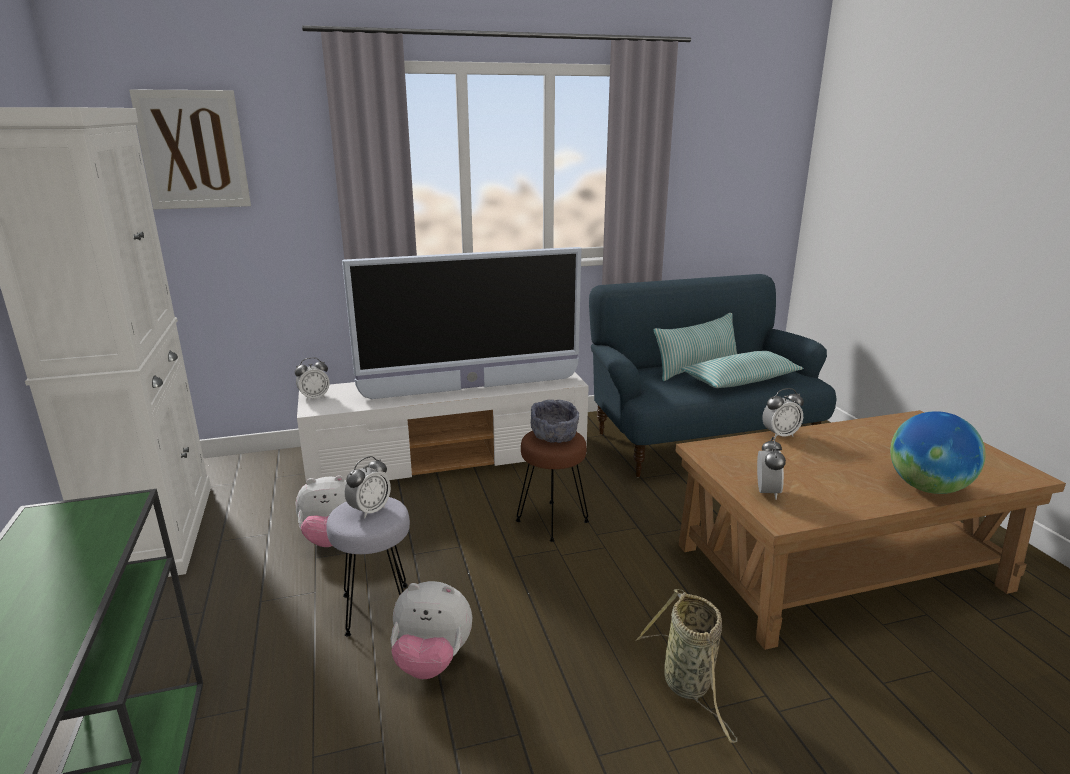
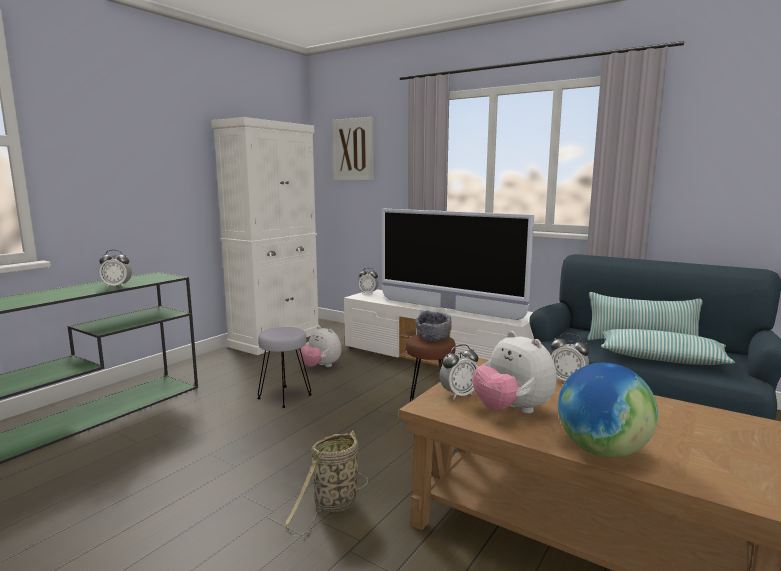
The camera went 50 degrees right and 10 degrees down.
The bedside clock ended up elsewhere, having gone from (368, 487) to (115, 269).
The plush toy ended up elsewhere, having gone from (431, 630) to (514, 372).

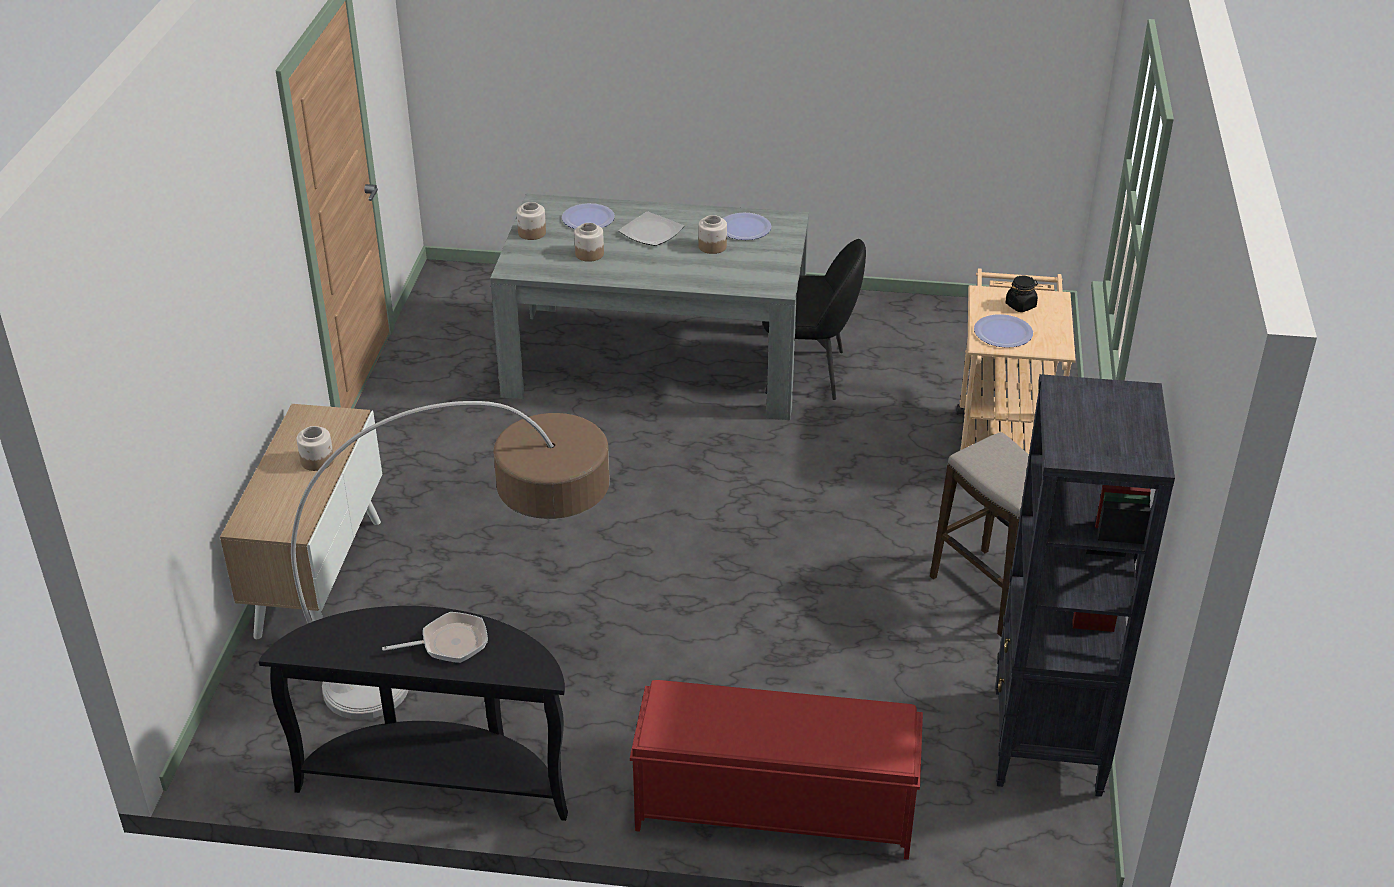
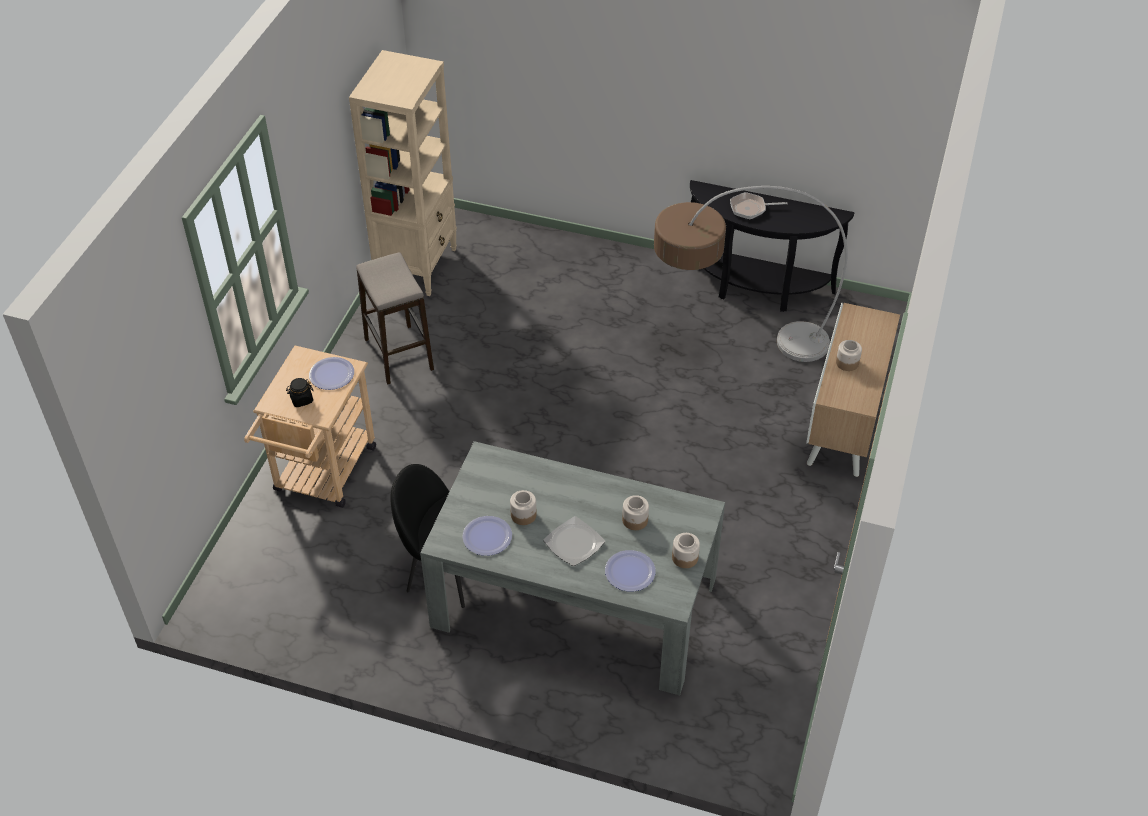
The camera went 170 degrees left and 10 degrees up.
What was the bookshelf (black) at (1085, 585) turned into the bookshelf (beige-coloured) at (403, 173).
The second view lost the bench (red) at (776, 770).

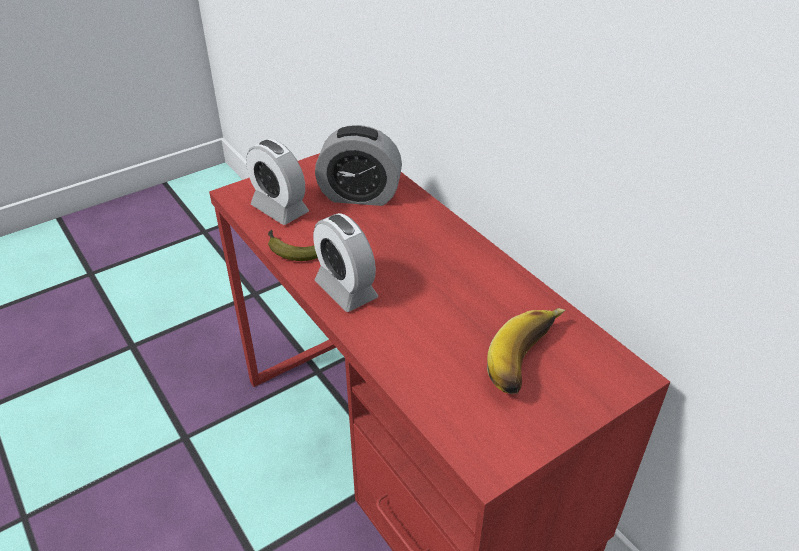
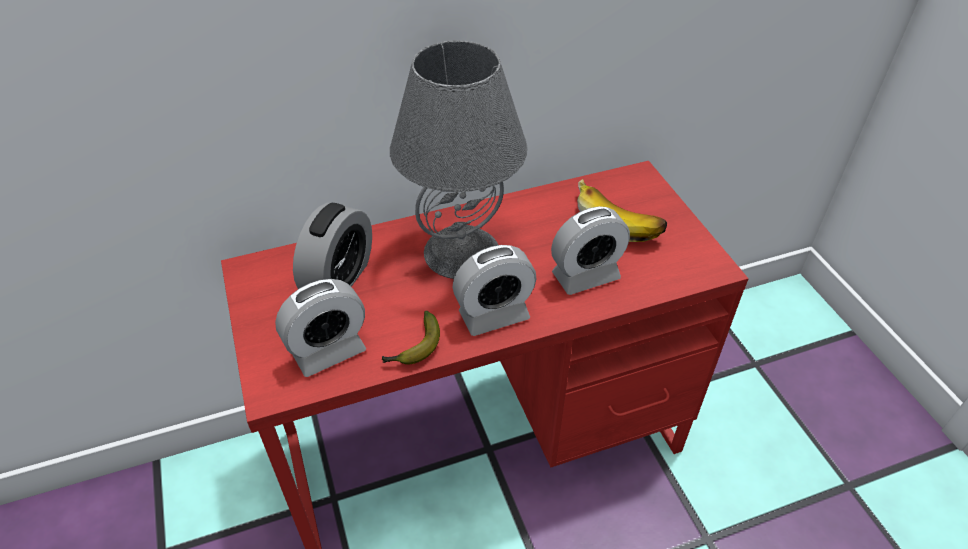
The camera went 75 degrees left and 5 degrees up.
The second view gained the table lamp (grey) at (459, 159).
The second view gained the bedside clock at (590, 250).

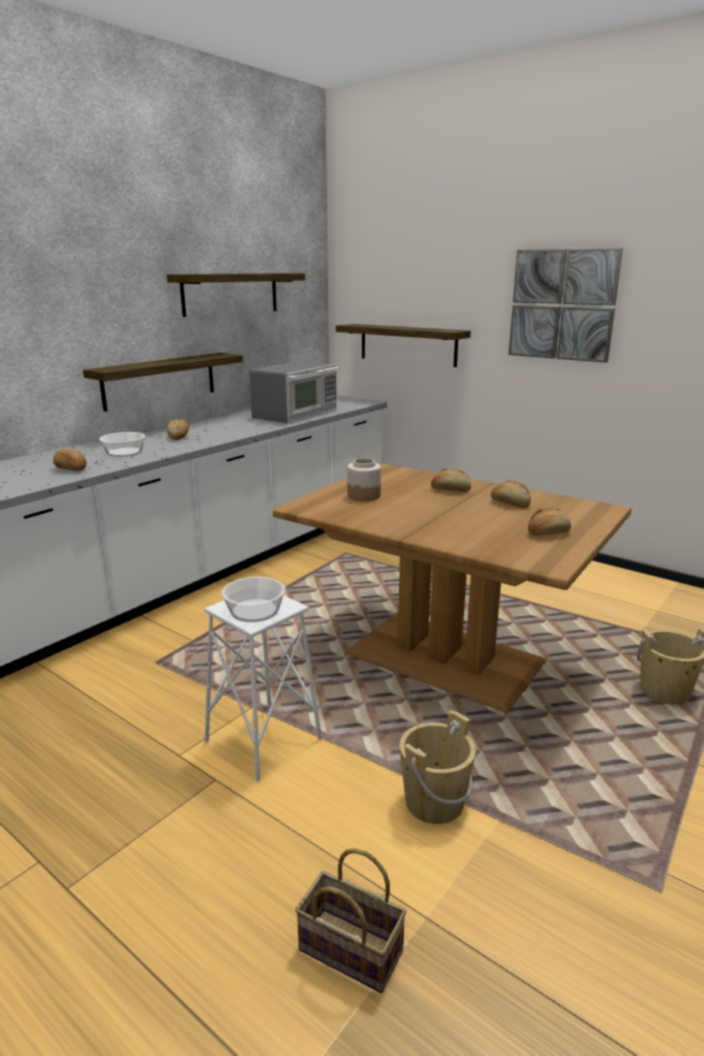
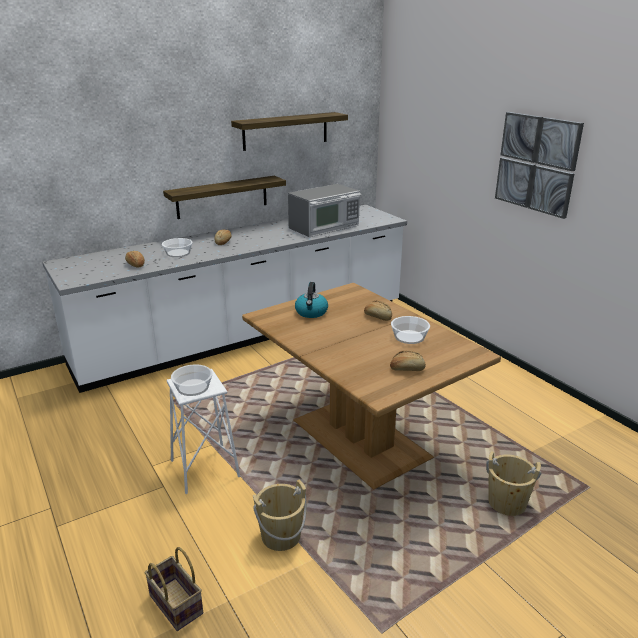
The camera went 20 degrees right and 5 degrees up.
The second view lost the shelf at (403, 345).
Where the storage jar stood at (364, 479), the tea kettle came to stand at (311, 300).
Where the bread stood at (511, 494), the bowl came to stand at (410, 330).

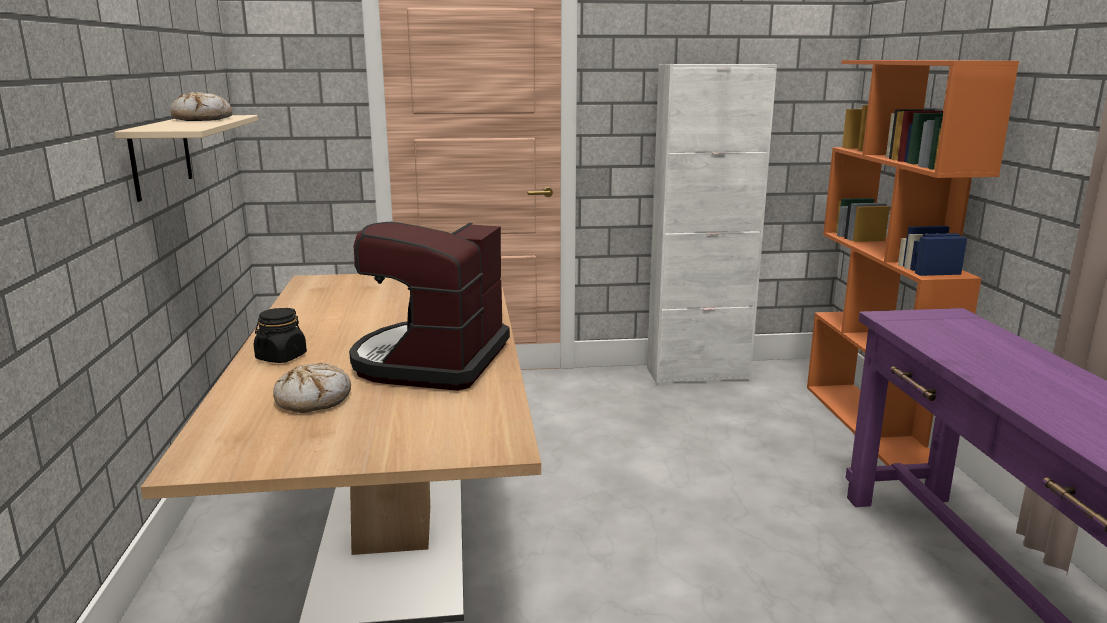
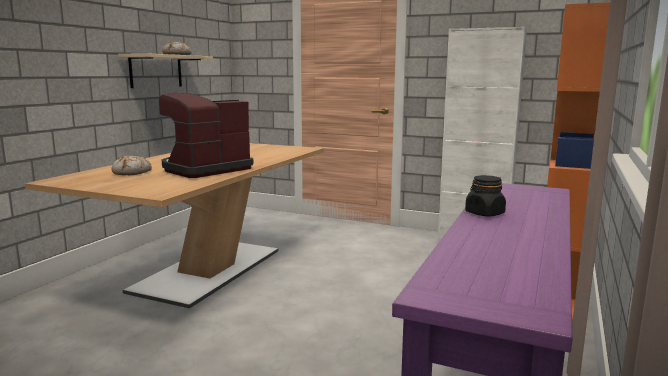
The camera went 30 degrees right and 5 degrees down.
The storage jar (black) ended up elsewhere, having gone from (280, 335) to (485, 196).

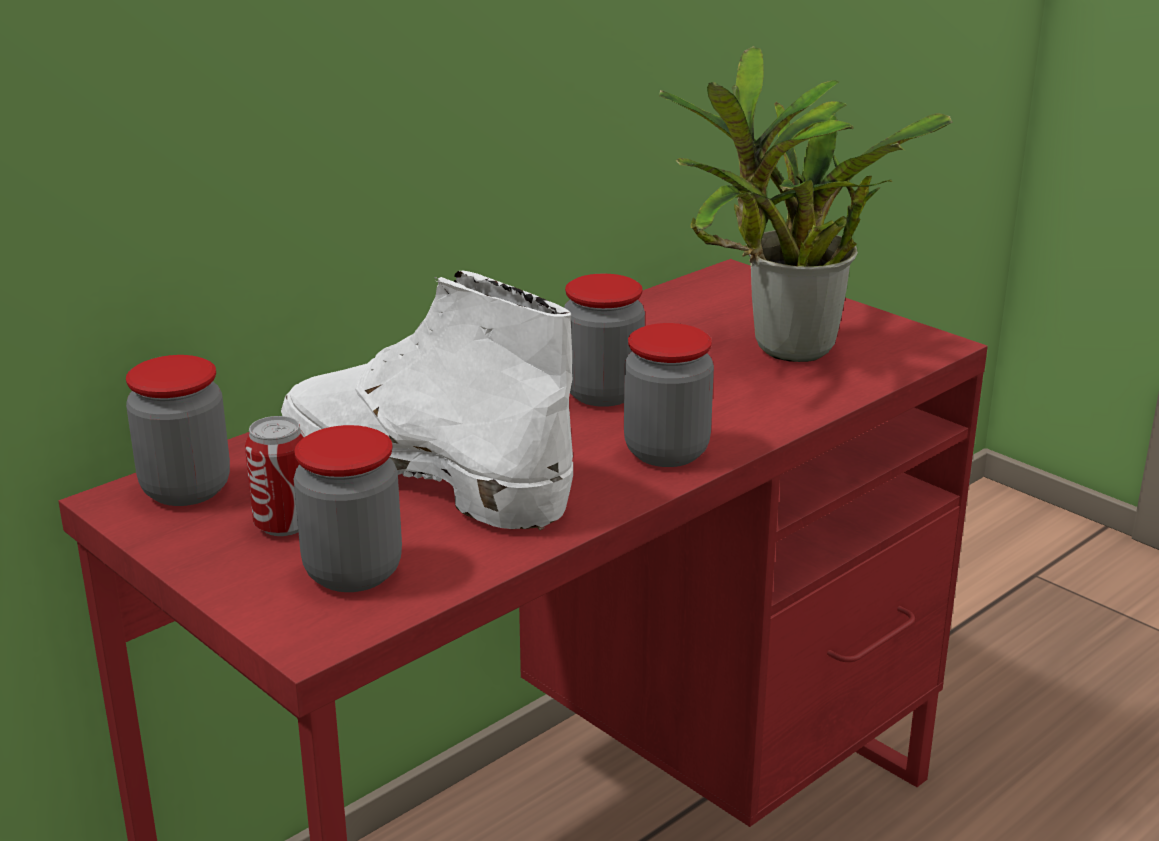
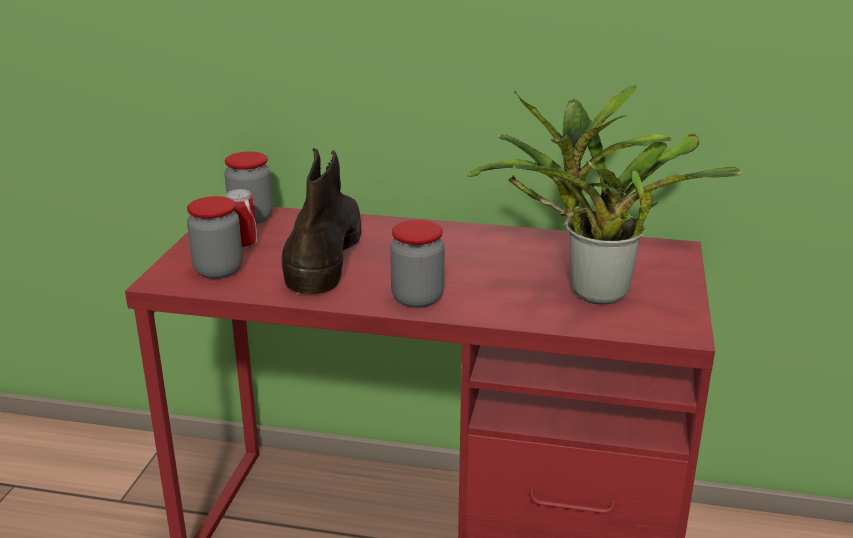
The camera went 55 degrees right and 0 degrees up.
What was the tall boot (white-coloured) at (427, 400) turned into the tall boot (brown-coloured) at (321, 221).
The second view lost the storage jar at (604, 340).

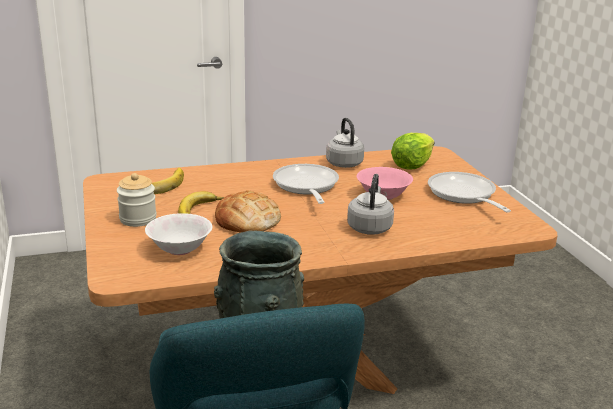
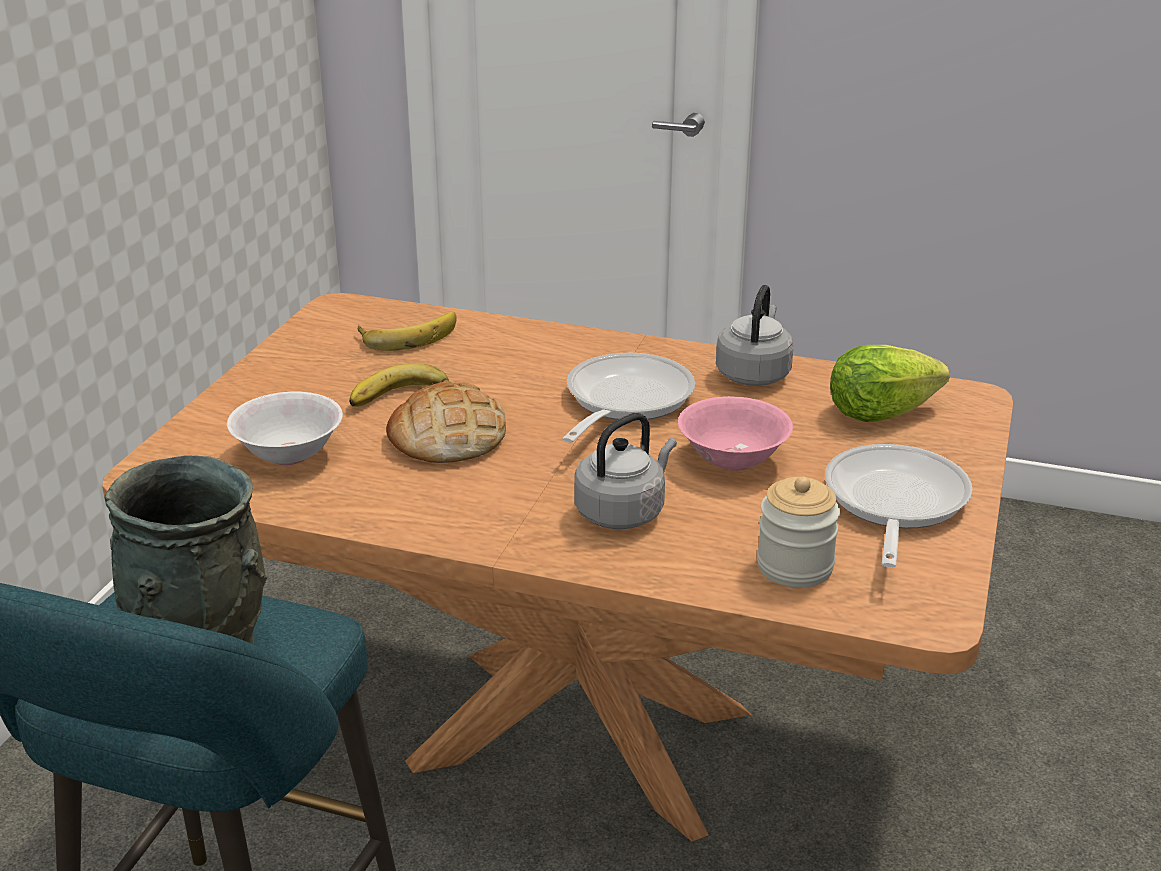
The camera went 35 degrees right and 5 degrees up.
The storage jar ended up elsewhere, having gone from (137, 200) to (798, 532).

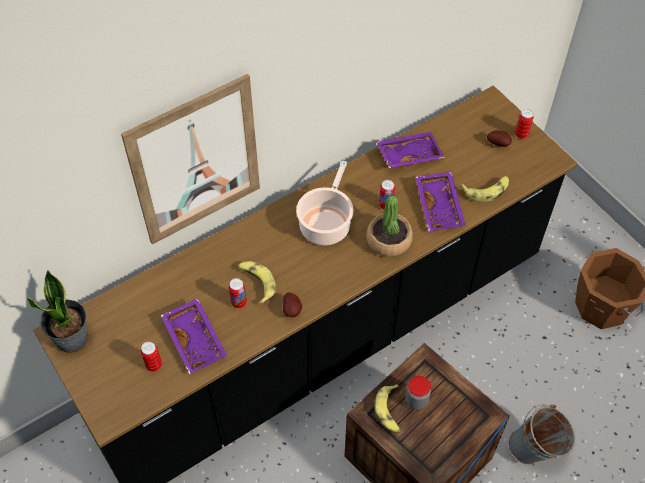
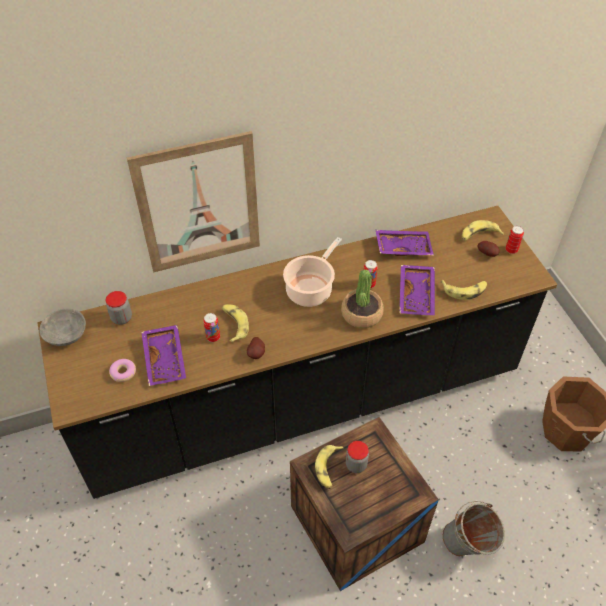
The camera went 15 degrees right and 5 degrees down.
Where the potted plant stood at (57, 311), the bowl (grey) came to stand at (62, 327).
Where the metal can stood at (151, 357), the ring doughnut came to stand at (122, 370).
The second view gained the banana at (483, 230).
The second view gained the storage jar at (119, 308).

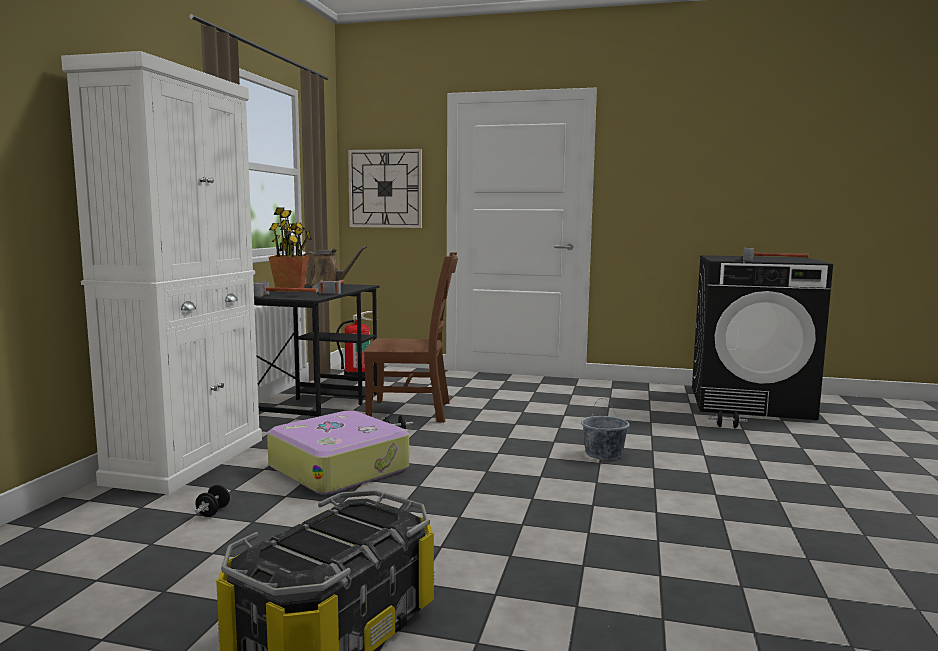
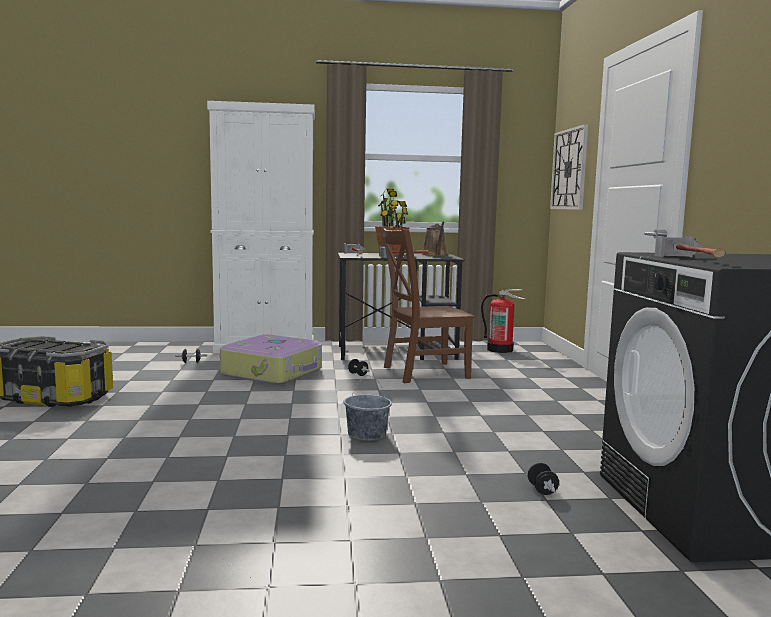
The camera went 70 degrees right and 0 degrees up.
The plain chair (brown-coloured) at (411, 337) ended up facing another way, 90 degrees clockwise from before.

